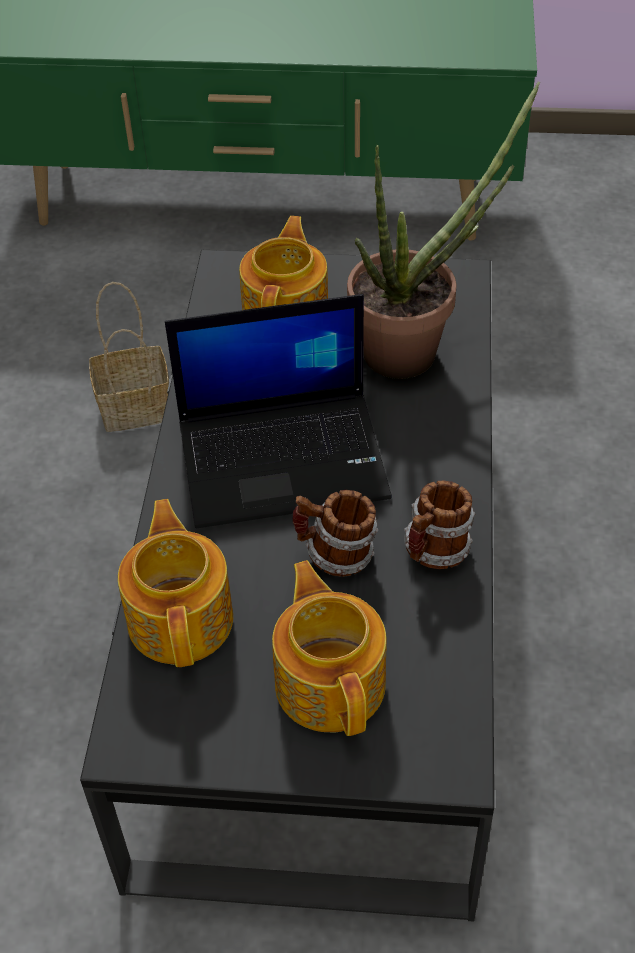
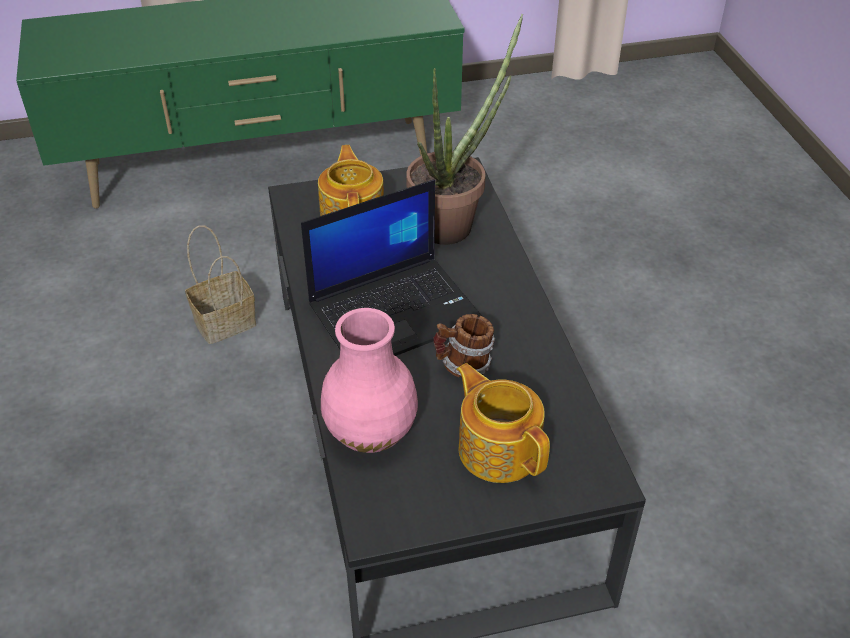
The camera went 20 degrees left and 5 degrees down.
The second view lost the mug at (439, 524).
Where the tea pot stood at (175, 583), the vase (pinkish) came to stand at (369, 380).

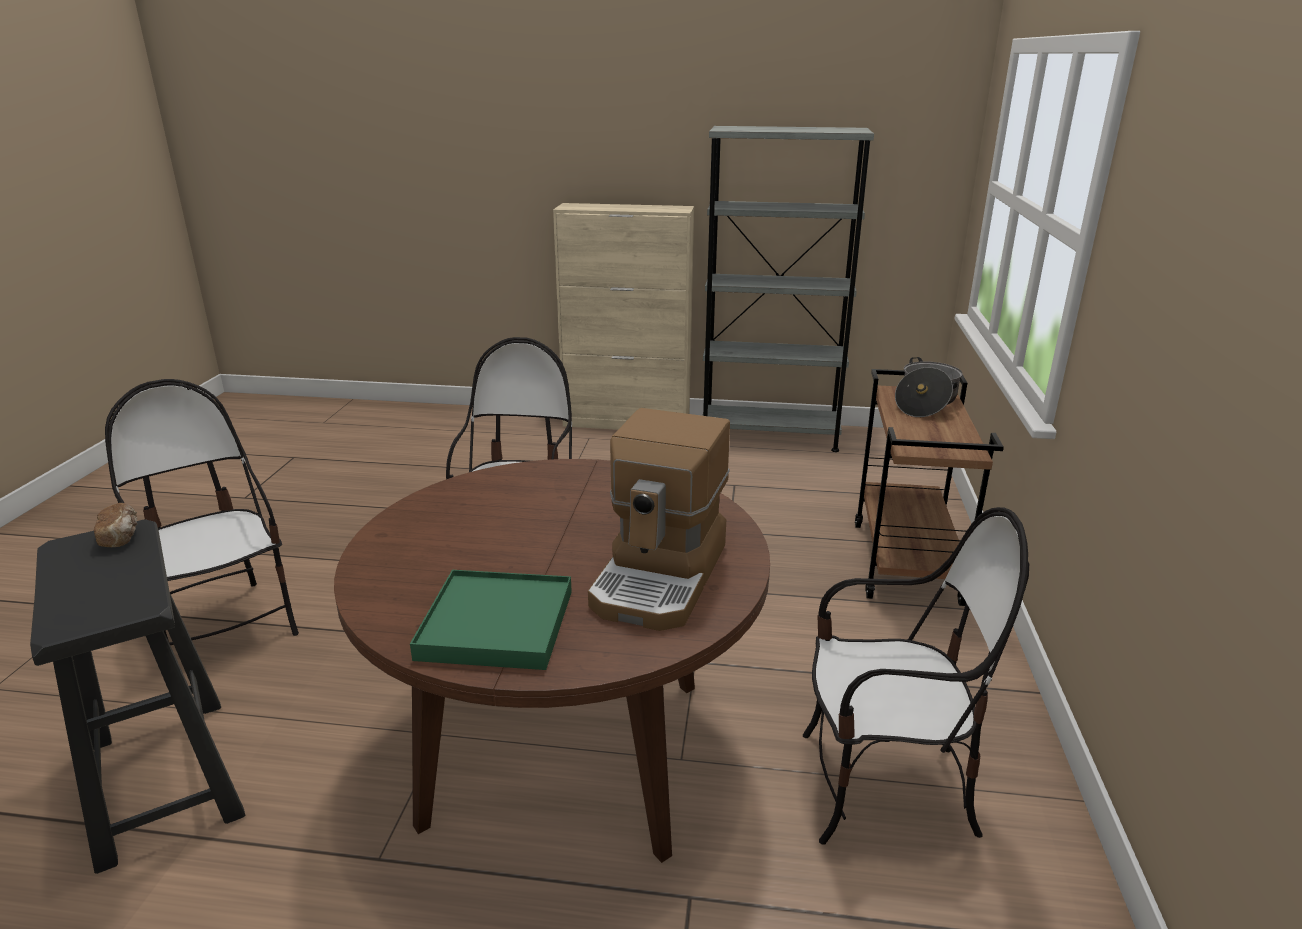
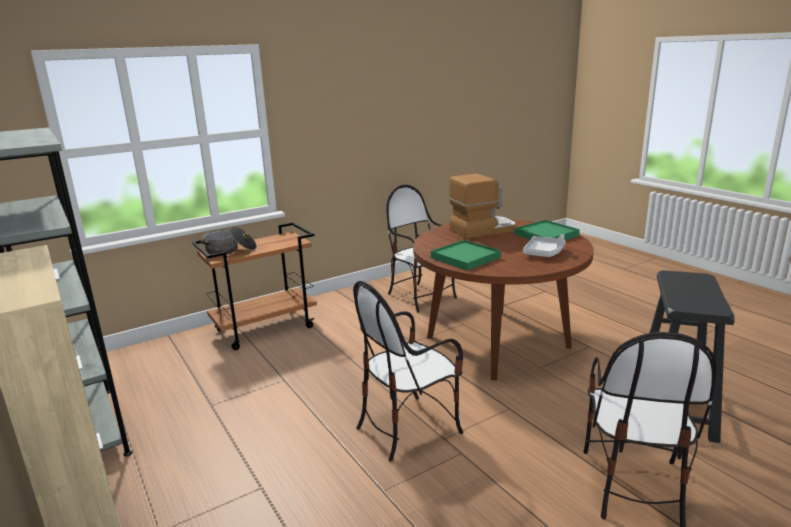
The camera went 130 degrees left and 5 degrees down.
The second view lost the bread at (115, 525).
The second view gained the tray (grey) at (544, 245).
The second view gained the tray (green-coloured) at (466, 255).

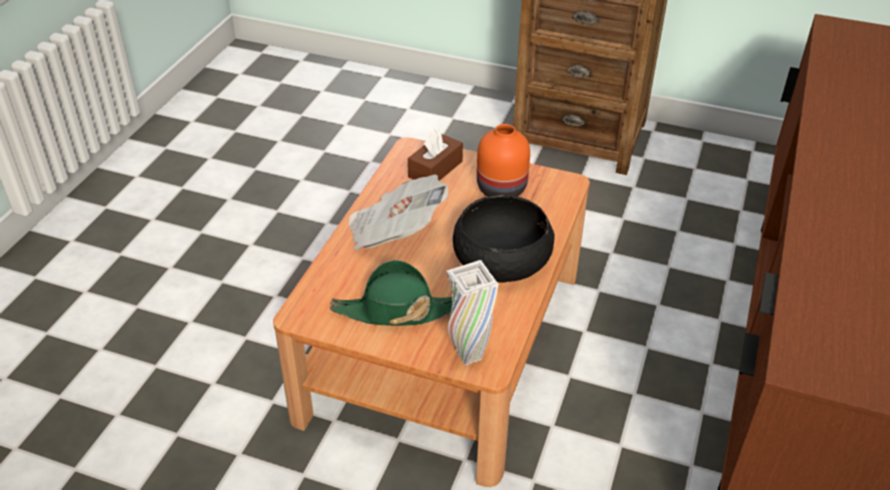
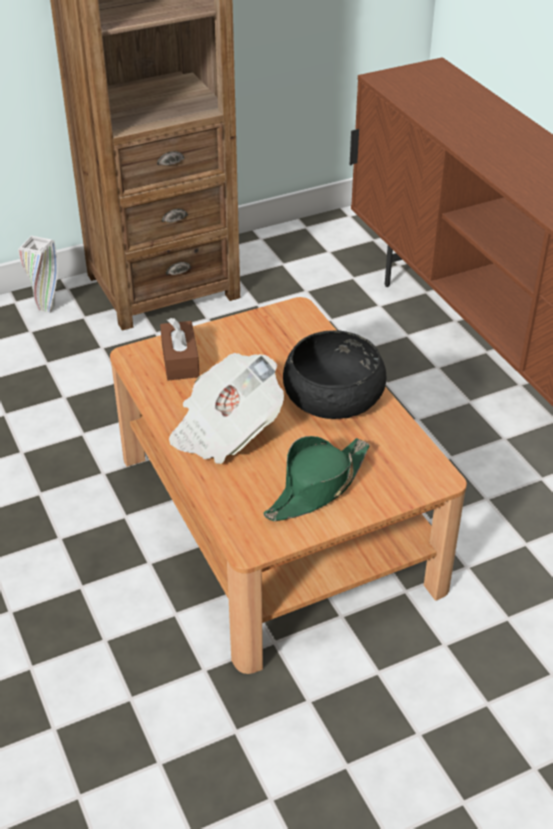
The camera went 45 degrees left and 0 degrees up.
The second view lost the vase (orange) at (503, 160).
The vase (white-coloured) ended up elsewhere, having gone from (472, 313) to (38, 274).

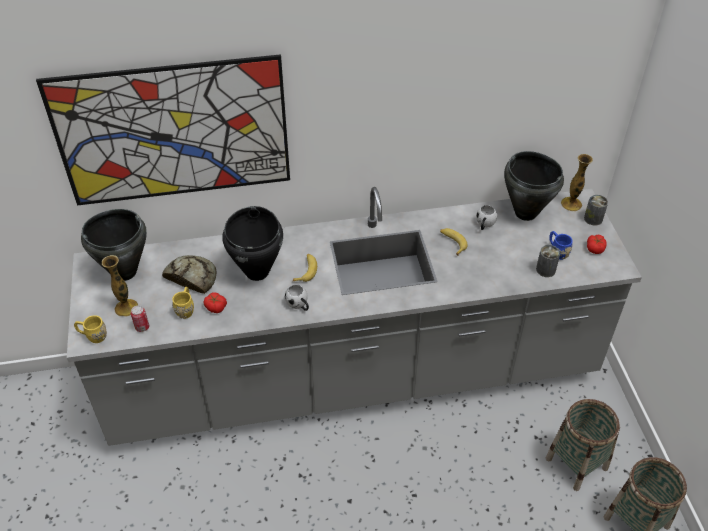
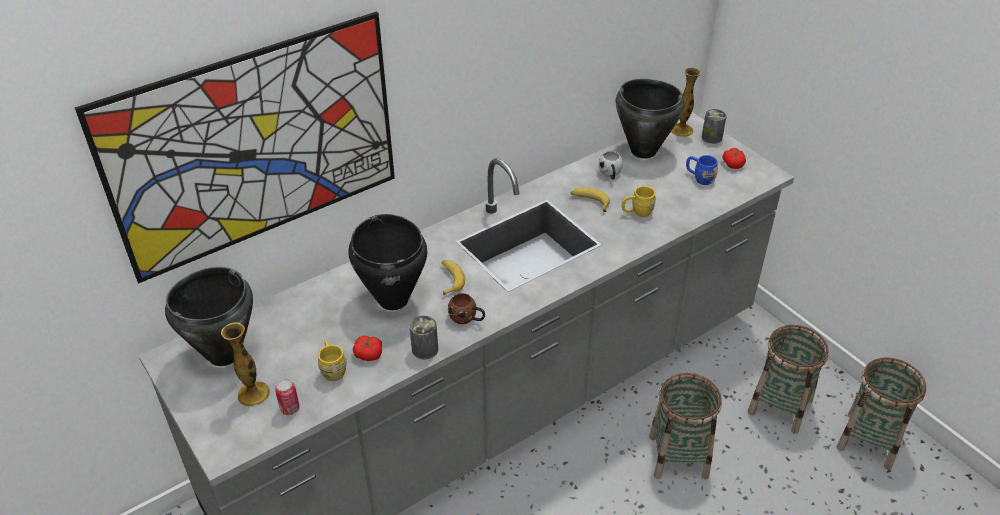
The camera went 25 degrees left and 5 degrees down.
The metal can ended up elsewhere, having gone from (548, 261) to (424, 337).
The second view lost the bread at (189, 274).
What was the mug (white-coloured) at (297, 298) turned into the mug (brown-coloured) at (466, 308).
The mug (yellow) ended up elsewhere, having gone from (90, 329) to (639, 201).
The second view gained the basket at (685, 426).

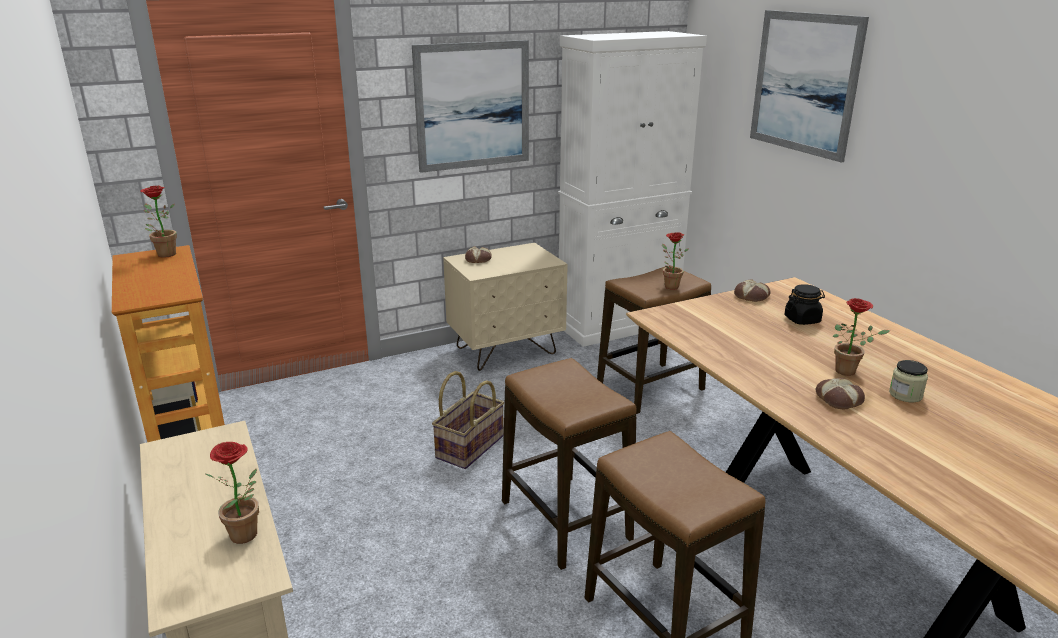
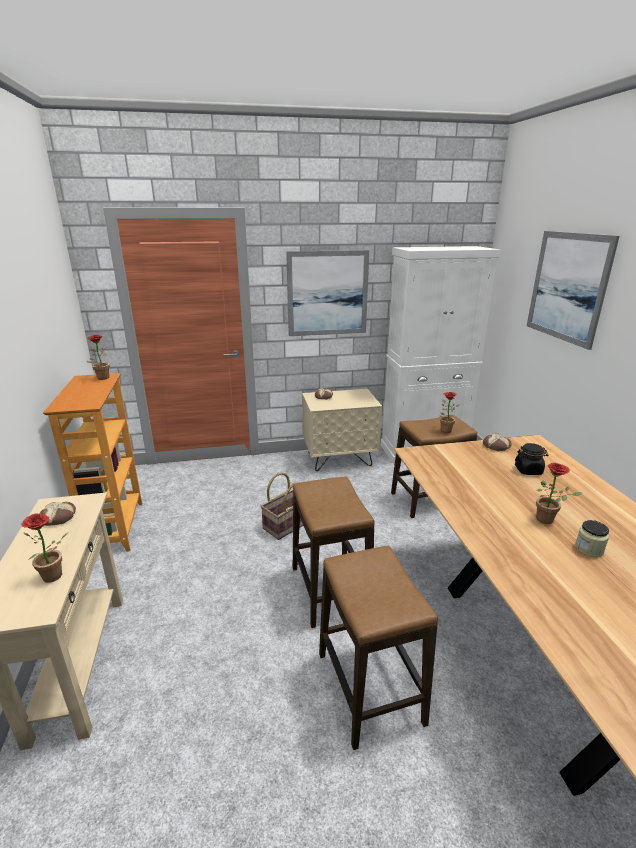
The camera went 15 degrees right and 0 degrees up.
The bread ended up elsewhere, having gone from (840, 393) to (58, 514).

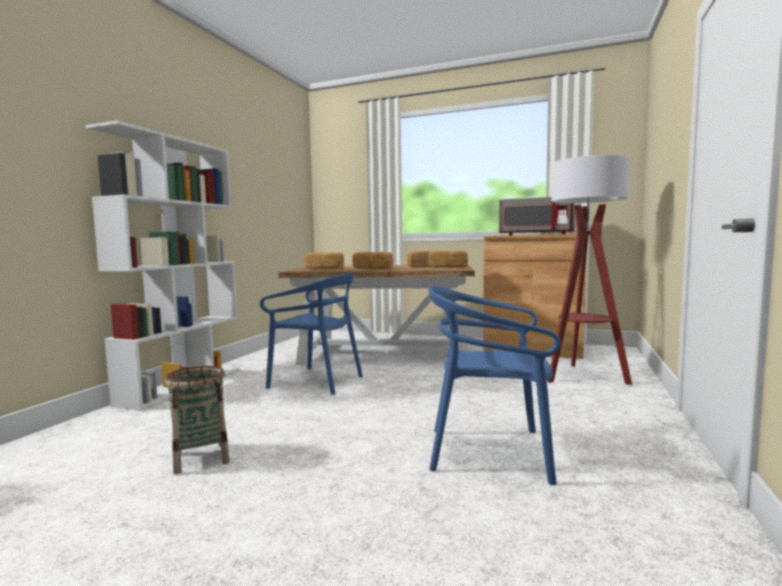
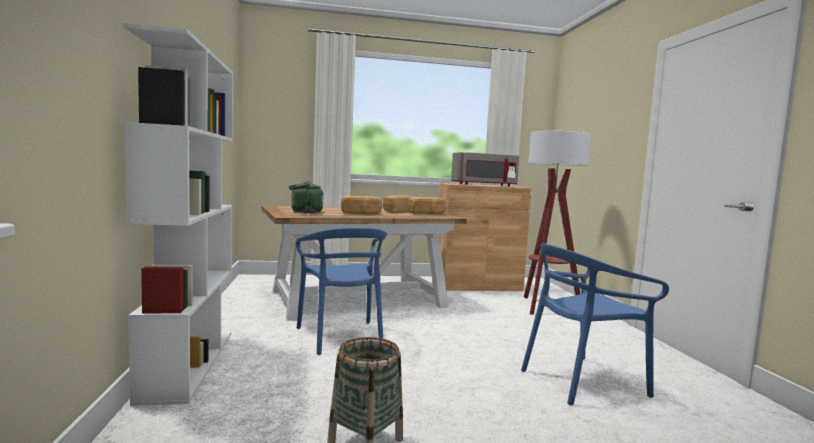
The camera went 30 degrees left and 0 degrees up.
Where the bread stood at (324, 260), the tea kettle (green-coloured) came to stand at (306, 197).
The plain chair (bluish) at (311, 334) ended up facing another way, 75 degrees clockwise from before.

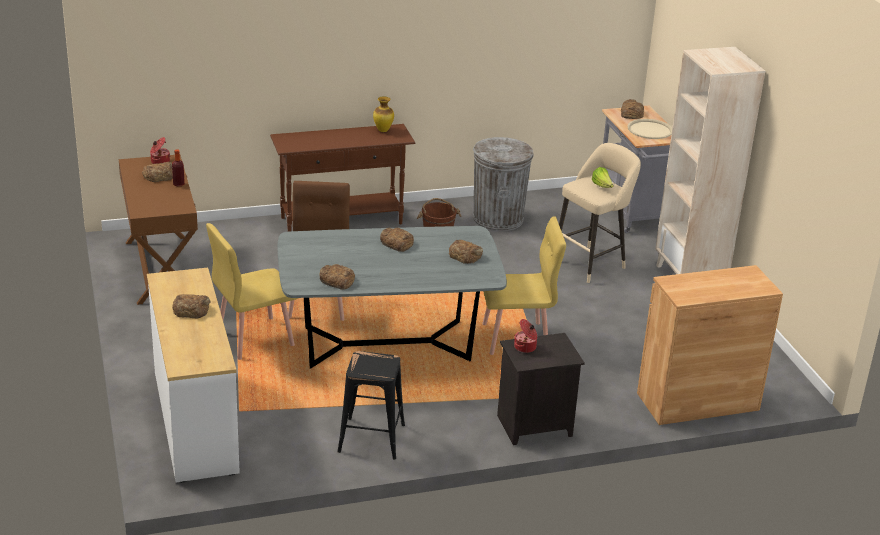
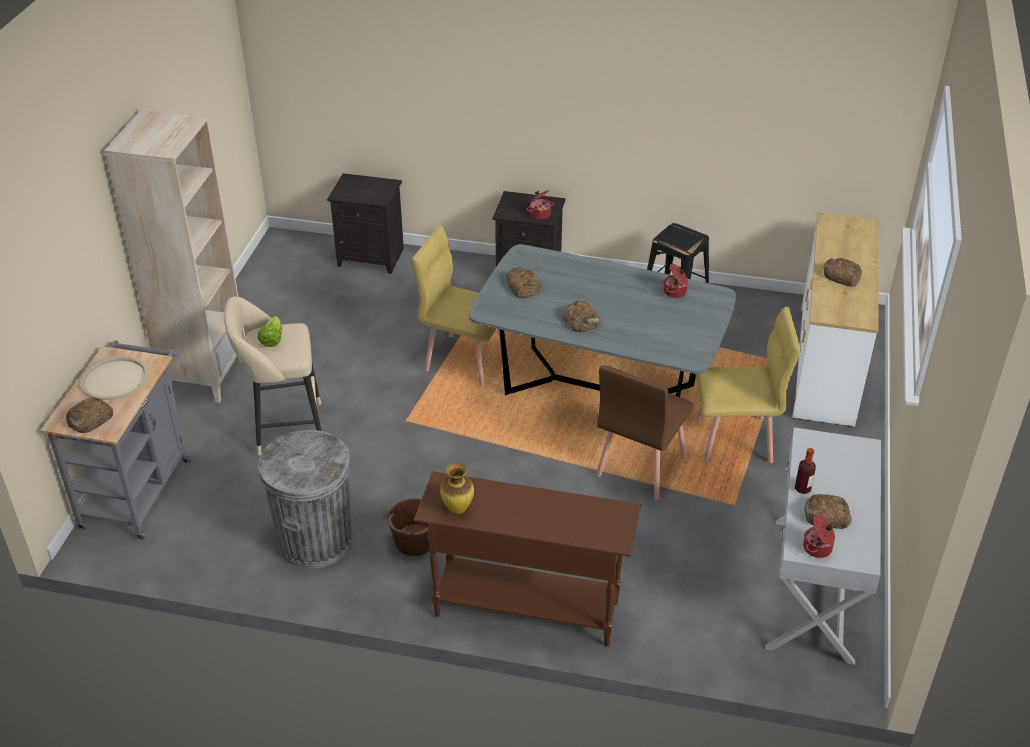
The camera went 150 degrees left and 10 degrees up.
What was the hall table (brown-coloured) at (158, 230) turned into the hall table (white-coloured) at (823, 546).
Where the bread stood at (337, 277), the cooking pot came to stand at (675, 281).
Where the storage cabinet (brown-coloured) stood at (710, 345), the bedside table (black) came to stand at (365, 223).

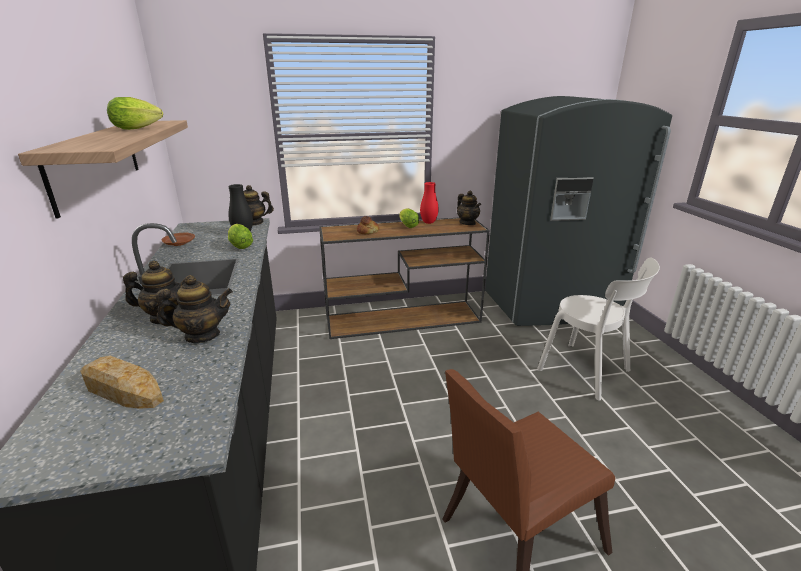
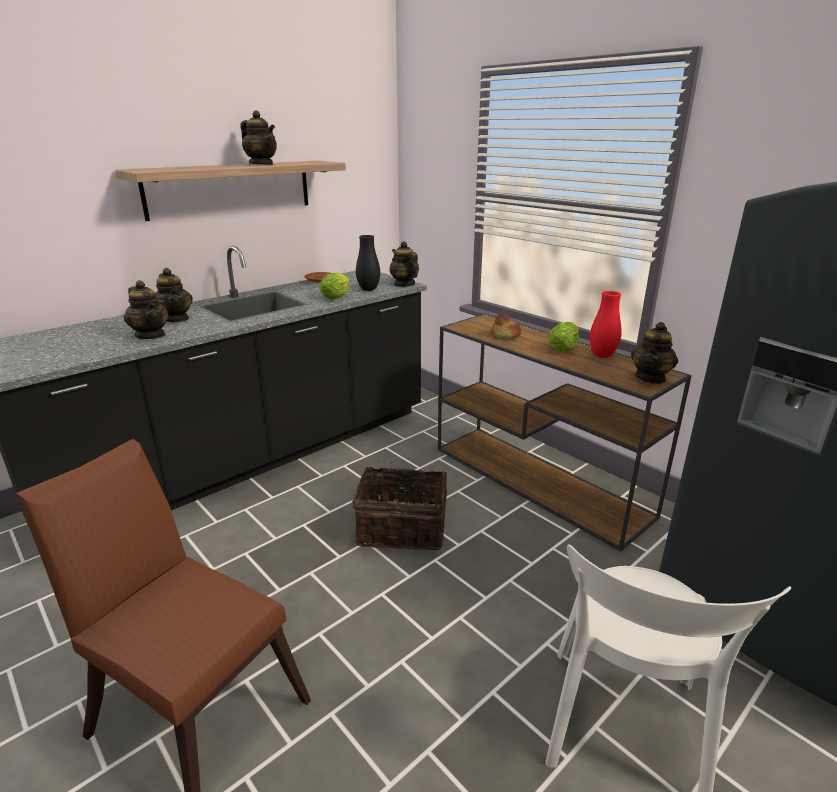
The camera went 60 degrees right and 0 degrees up.
Where the lettuce stood at (135, 113), the tea pot came to stand at (258, 137).
The second view lost the bread at (122, 382).
The second view gained the basket at (399, 505).

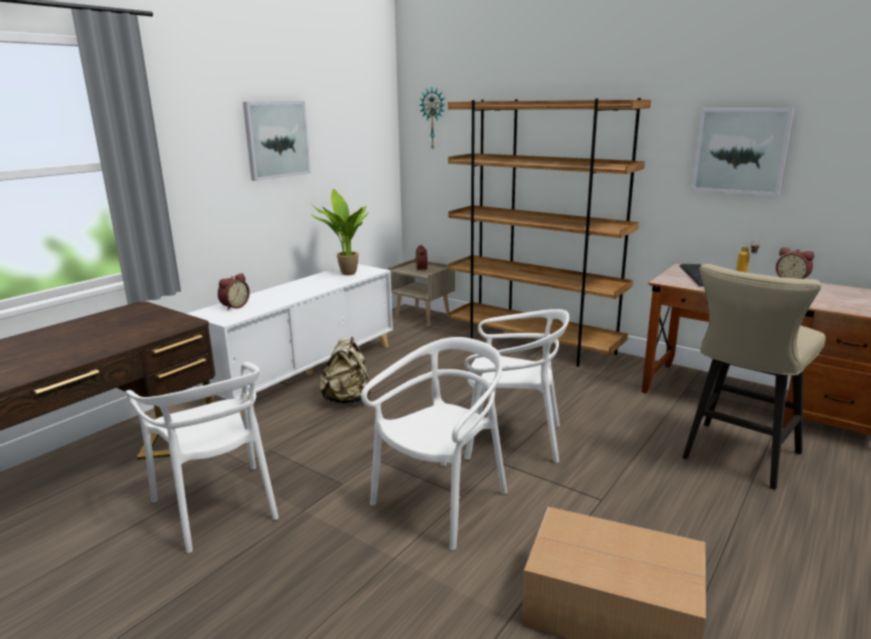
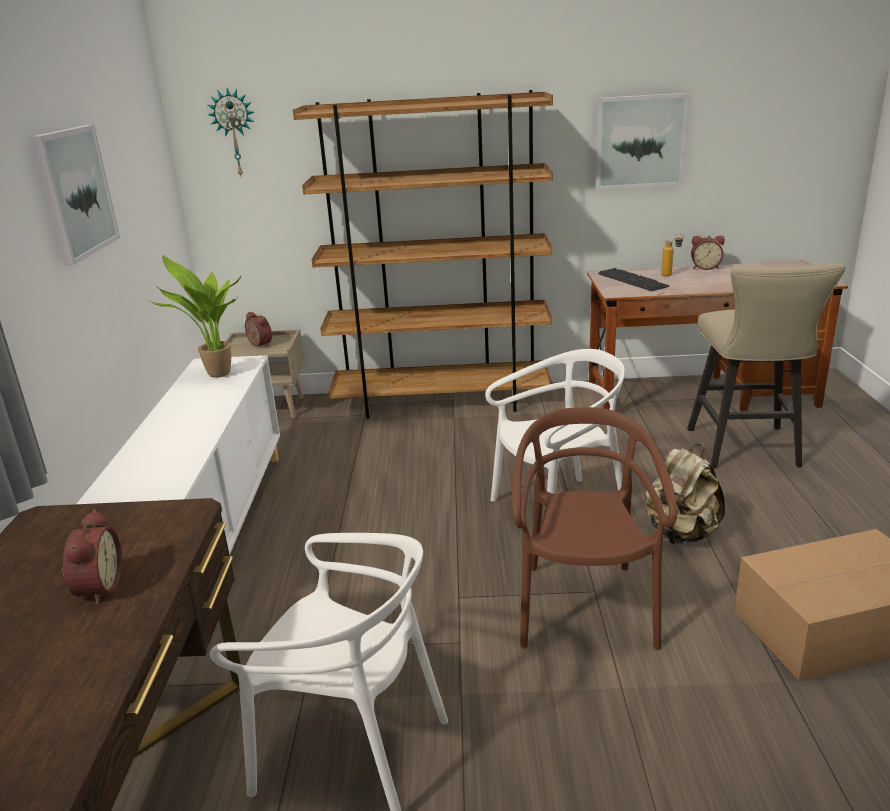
The camera went 35 degrees left and 5 degrees up.
The bedside clock ended up elsewhere, having gone from (234, 291) to (92, 557).
The rucksack (beige-coloured) ended up elsewhere, having gone from (345, 370) to (685, 494).
What was the plain chair (white-coloured) at (434, 443) turned into the plain chair (brown-coloured) at (594, 528).

